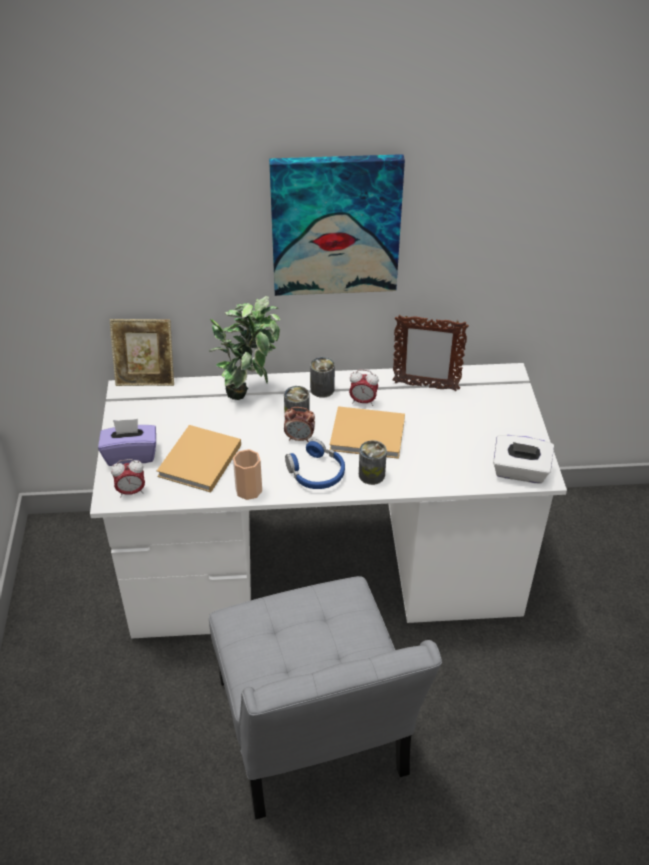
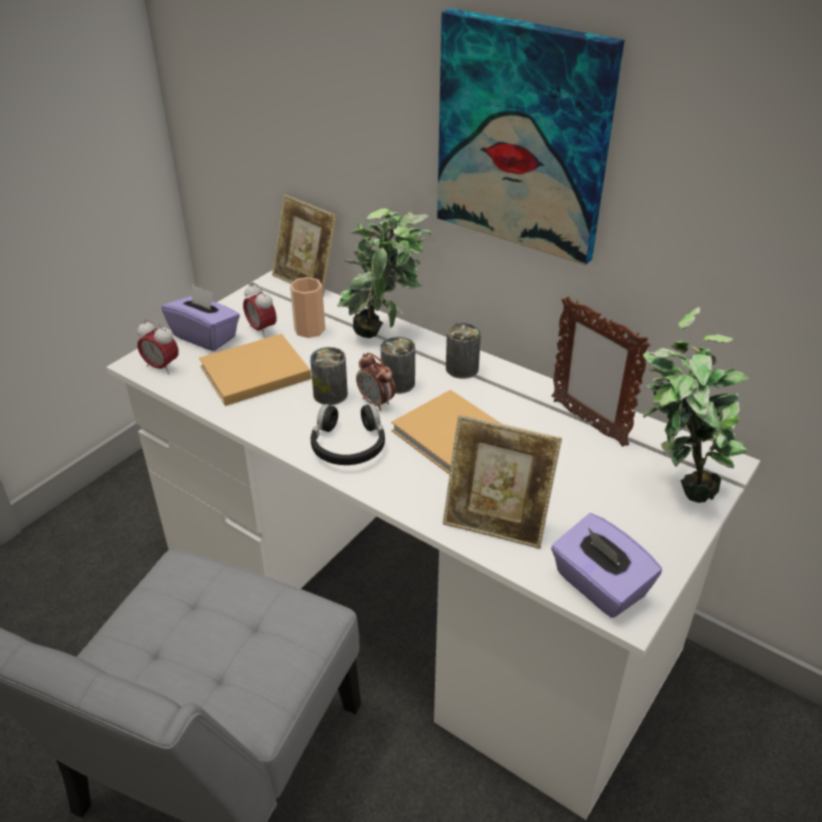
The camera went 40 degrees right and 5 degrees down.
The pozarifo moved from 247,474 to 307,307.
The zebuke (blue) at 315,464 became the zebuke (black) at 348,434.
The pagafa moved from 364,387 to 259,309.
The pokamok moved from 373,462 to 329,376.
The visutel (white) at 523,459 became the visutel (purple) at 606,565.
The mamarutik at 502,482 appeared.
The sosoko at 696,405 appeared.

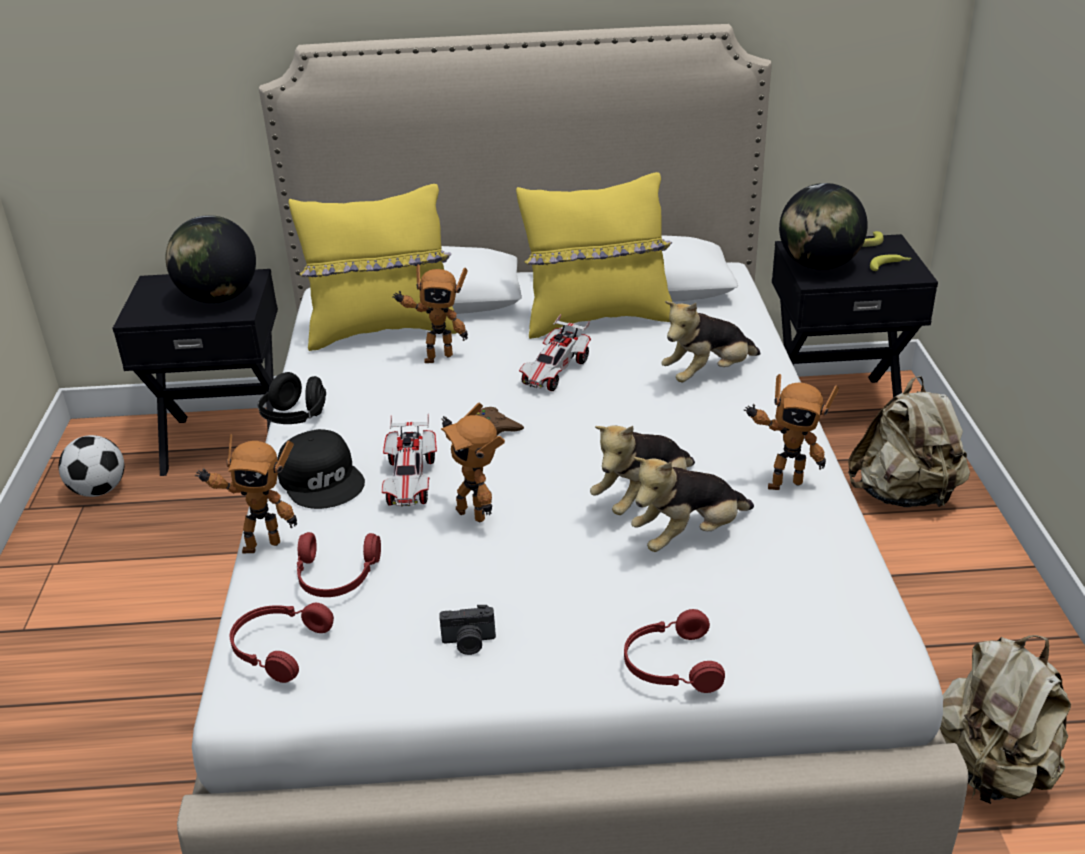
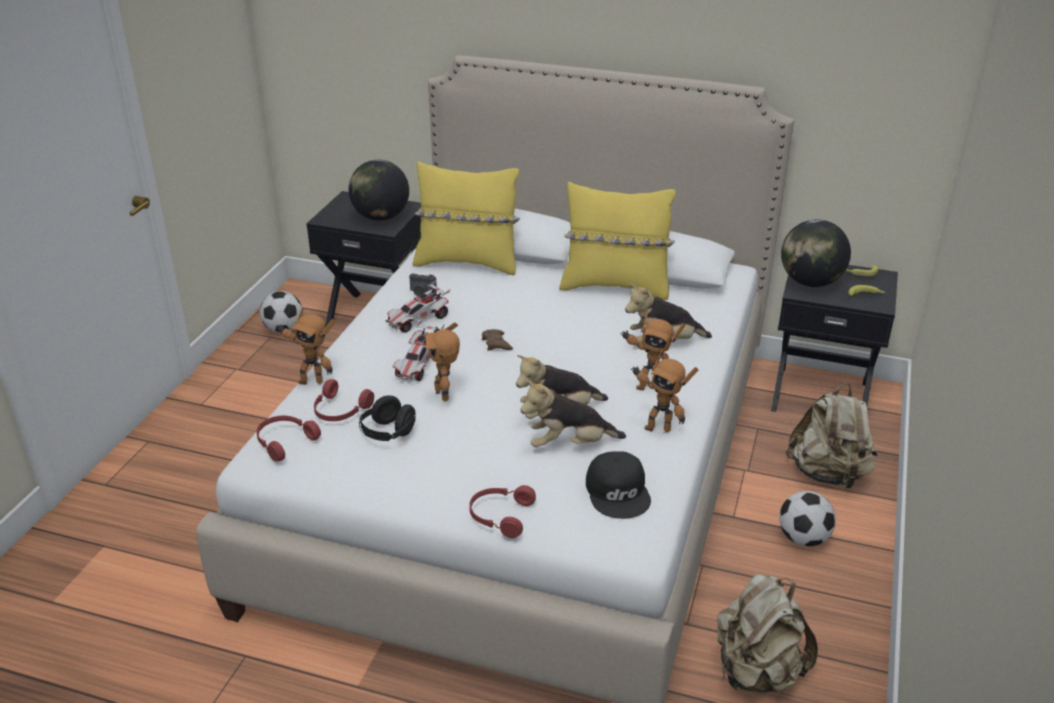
The camera went 20 degrees right and 0 degrees up.
The zebuke (black) moved from 291,398 to 387,418.
The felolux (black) moved from 321,469 to 618,485.
The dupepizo moved from 430,313 to 653,351.
The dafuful moved from 467,630 to 423,284.
The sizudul moved from 555,352 to 418,306.
The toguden at 807,518 appeared.

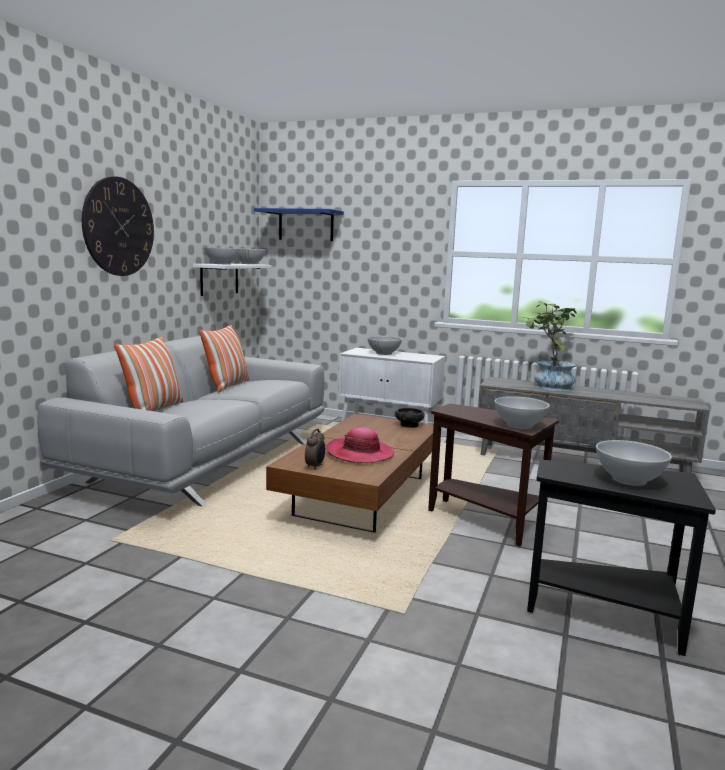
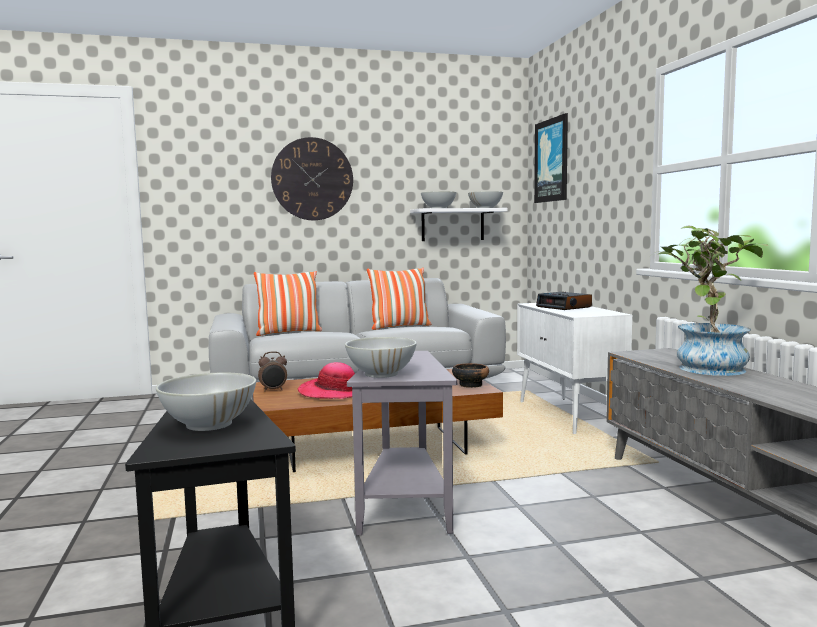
The camera went 55 degrees right and 5 degrees down.
The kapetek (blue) at 299,224 was replaced by the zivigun at 551,158.
The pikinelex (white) at 384,345 was replaced by the pagafa at 564,300.
The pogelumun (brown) at 493,475 became the pogelumun (grey) at 402,443.

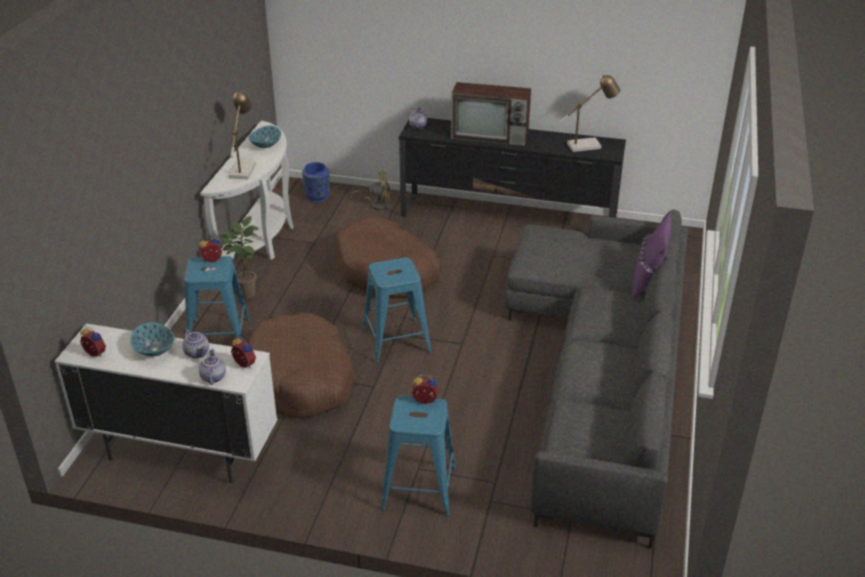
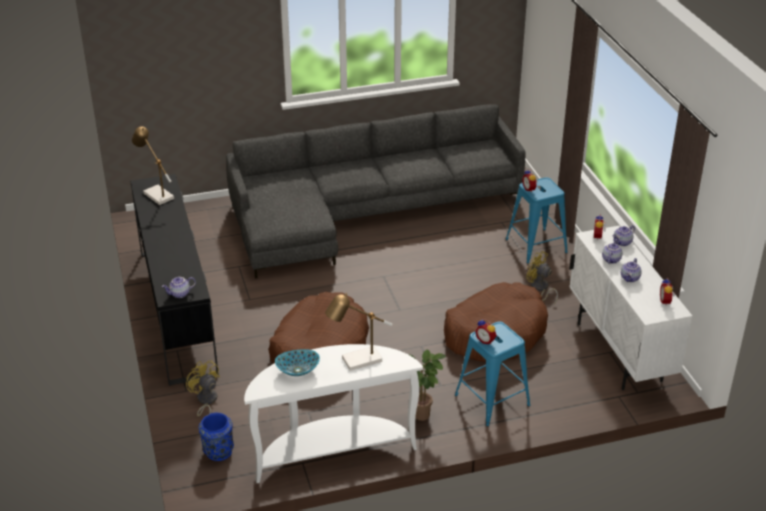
The camera went 120 degrees left and 0 degrees up.
The pikinelex at 152,339 was replaced by the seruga at 631,270.
The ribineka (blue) at 396,310 disappeared.
The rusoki at 491,114 disappeared.
The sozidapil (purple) at 651,255 disappeared.
The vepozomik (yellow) at 542,278 appeared.

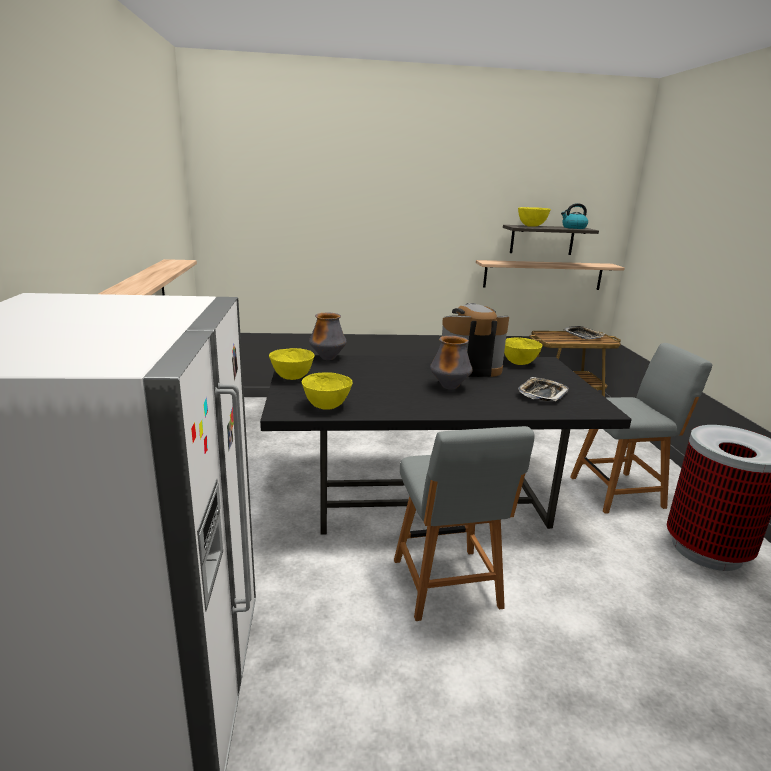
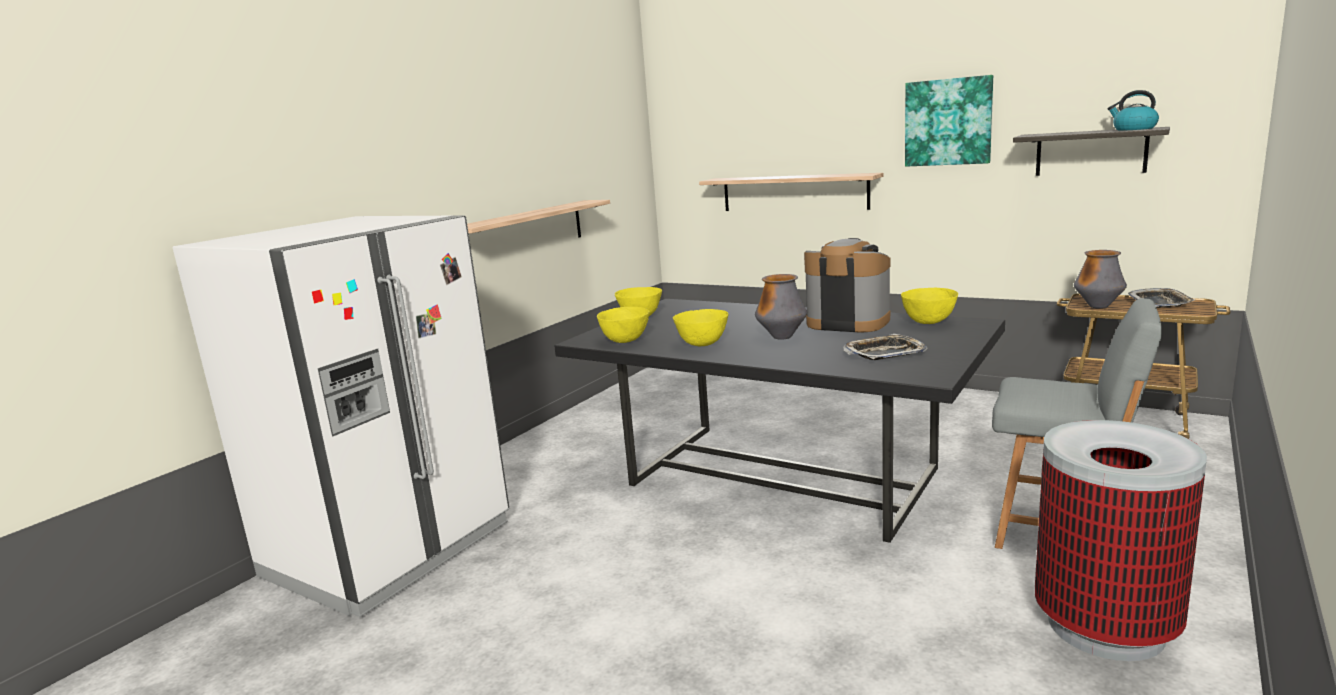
The camera went 40 degrees right and 5 degrees down.
The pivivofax moved from 328,336 to 1100,279.
The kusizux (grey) at 464,523 disappeared.
The kapetek moved from 550,275 to 791,192.
The pikinelex (yellow) moved from 534,217 to 700,327.
The zivigun at 949,121 appeared.

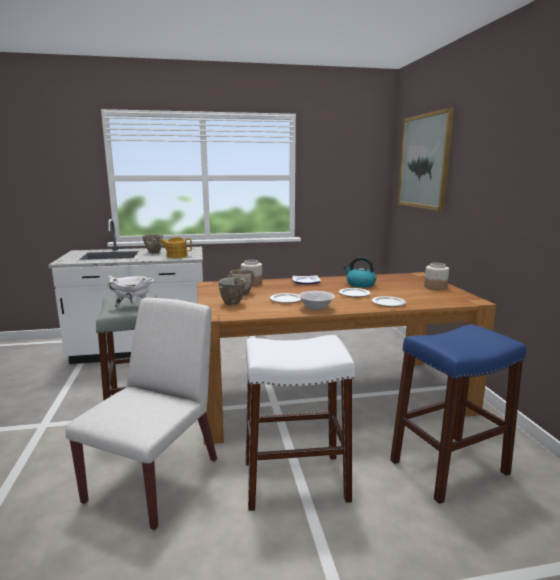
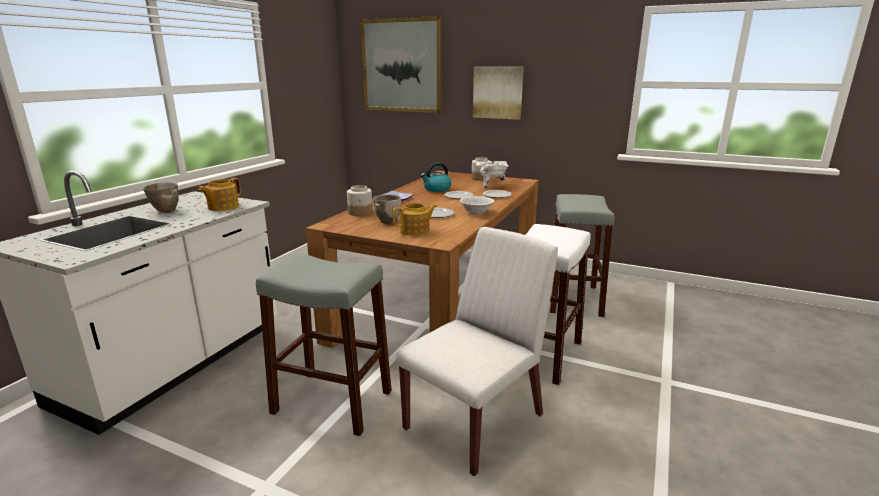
The camera went 55 degrees left and 5 degrees up.
The kusizux (white) at 141,414 turned 75 degrees clockwise.
The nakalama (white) moved from 130,291 to 492,175.
The pikinelex at 231,291 was replaced by the seruga at 415,219.
The ribineka (blue) at 458,414 became the ribineka (grey) at 582,255.
The zivigun at 498,93 appeared.

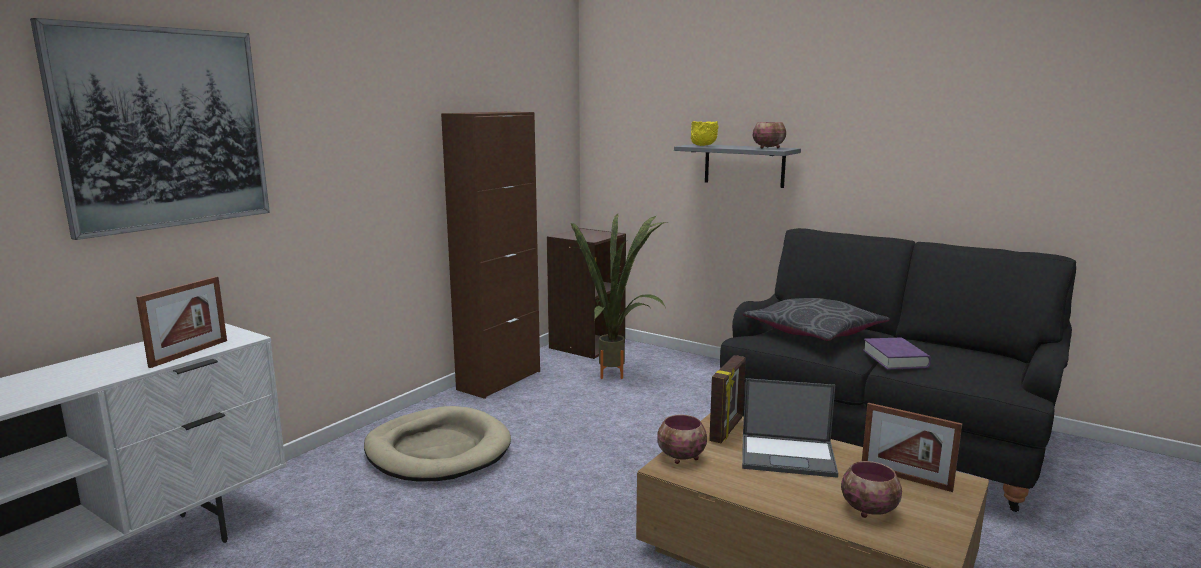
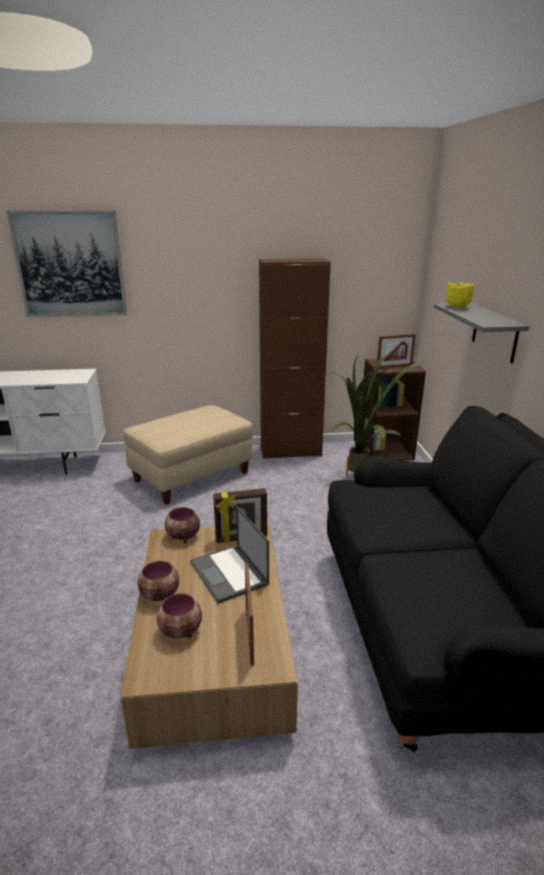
The camera went 50 degrees right and 10 degrees up.
The mamarutik moved from 181,322 to 396,351.
The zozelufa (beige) at 437,443 was replaced by the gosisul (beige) at 188,455.
The sozidapil (grey) at 816,319 disappeared.
The pikinelex moved from 769,135 to 158,581.
The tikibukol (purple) at 897,354 disappeared.

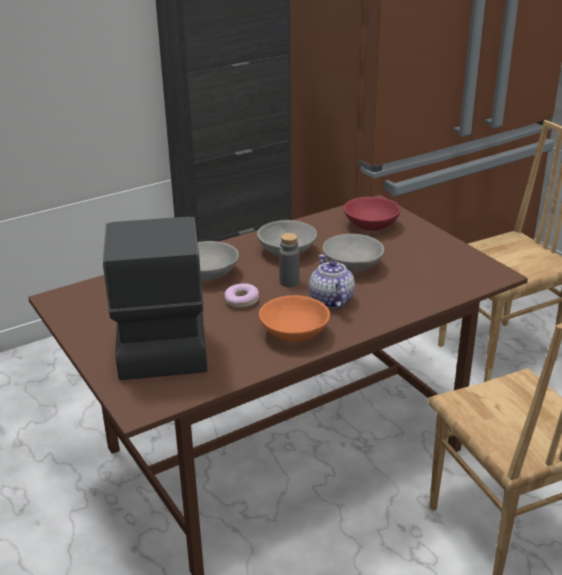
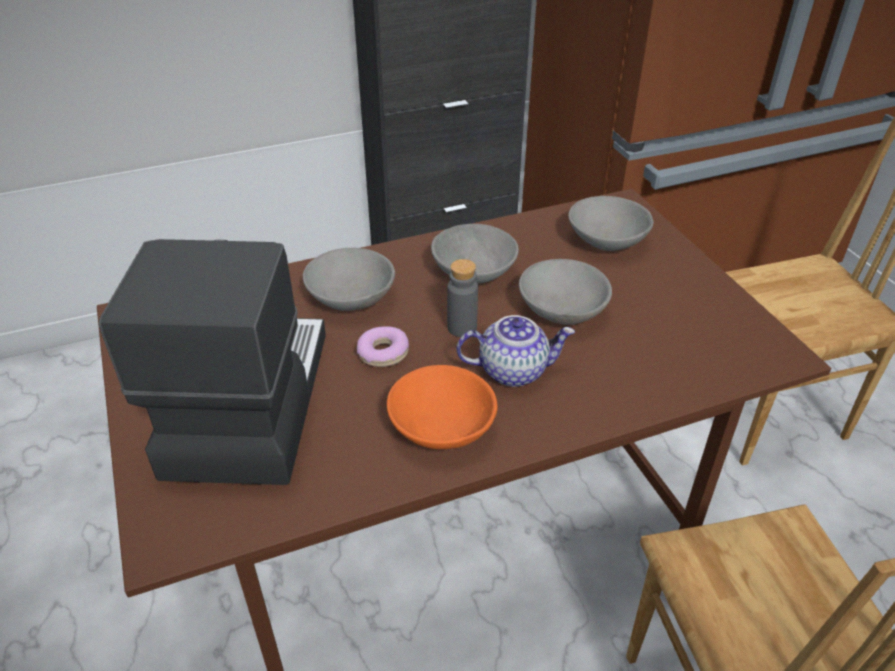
The camera went 10 degrees right and 10 degrees up.
The seruga at 332,281 turned 90 degrees clockwise.
The pikinelex (red) at 372,214 became the pikinelex (grey) at 611,223.

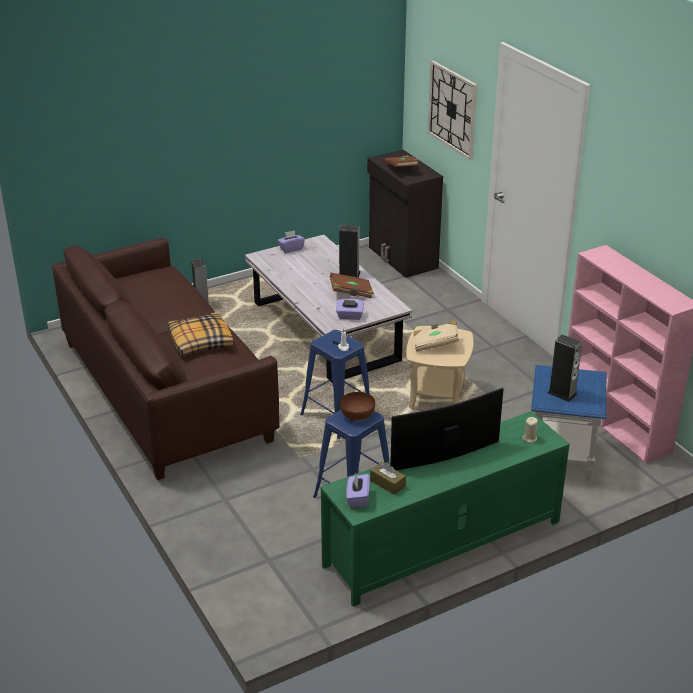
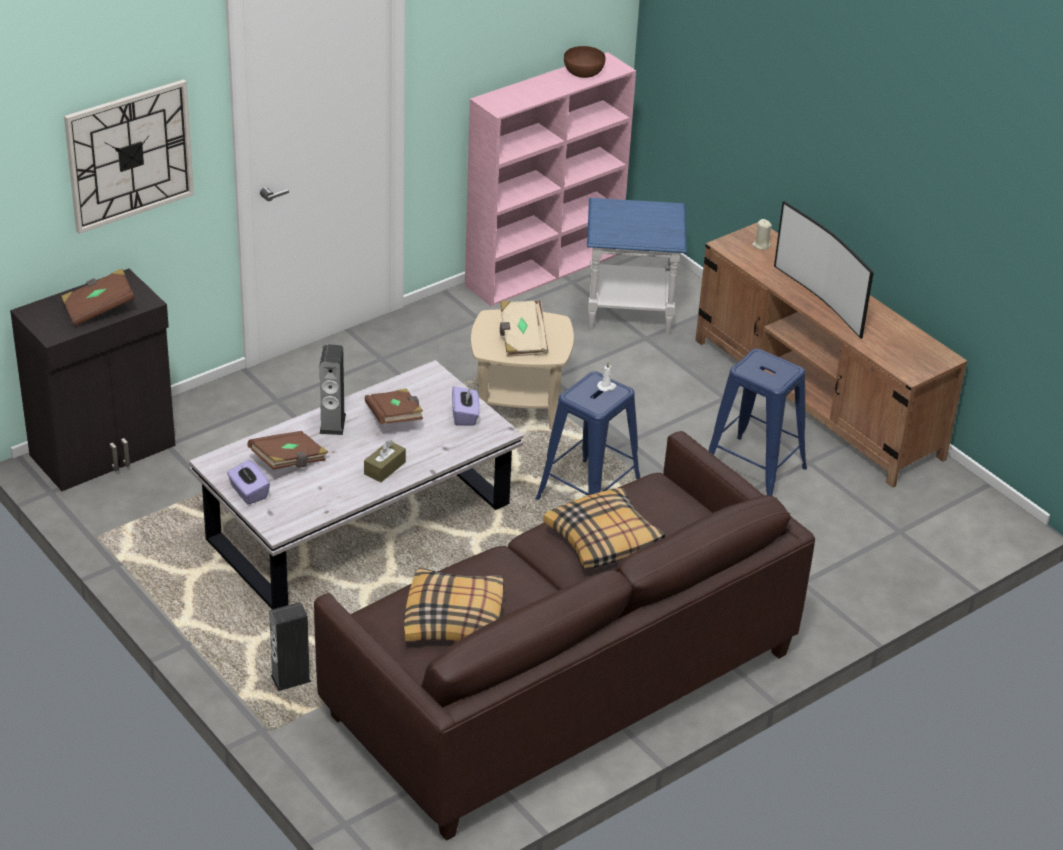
The camera went 100 degrees left and 5 degrees up.
The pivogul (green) at 445,509 became the pivogul (brown) at 831,355.
The pikinelex (brown) moved from 357,406 to 585,62.
The visutel (purple) at 358,490 disappeared.
The visutel (brown) moved from 388,478 to 385,461.
The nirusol at 565,368 disappeared.
The tikibukol (brown) at 288,450 appeared.
The sozidapil at 453,604 appeared.

